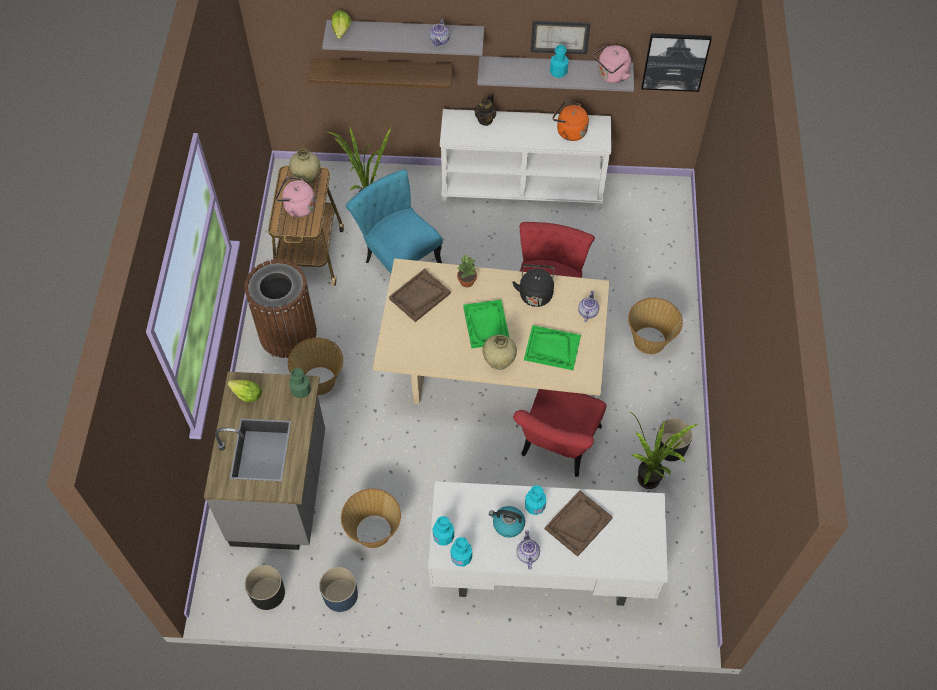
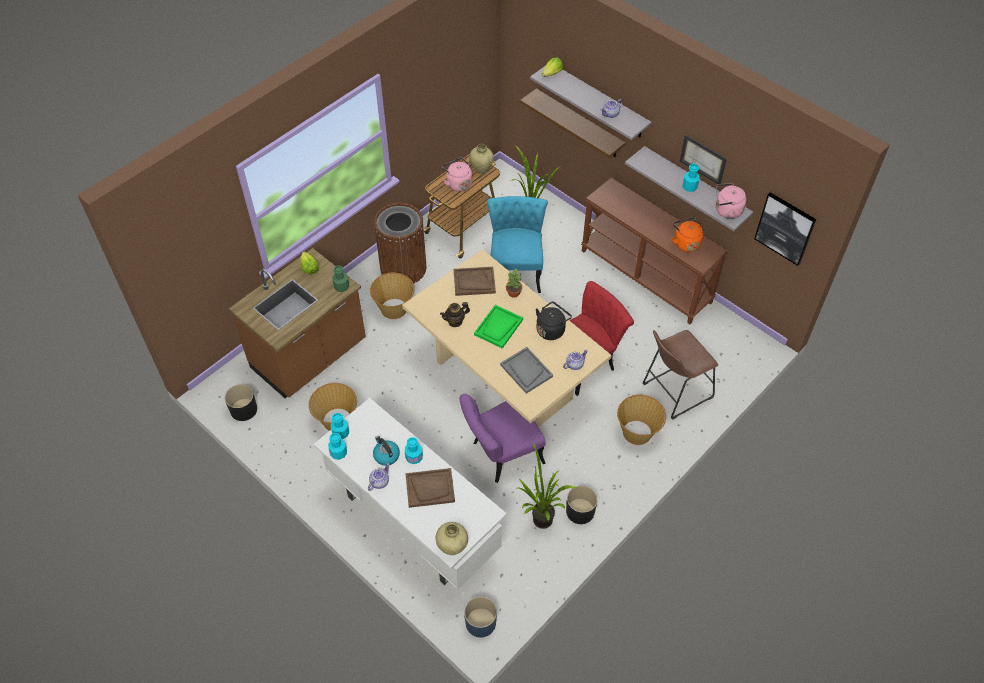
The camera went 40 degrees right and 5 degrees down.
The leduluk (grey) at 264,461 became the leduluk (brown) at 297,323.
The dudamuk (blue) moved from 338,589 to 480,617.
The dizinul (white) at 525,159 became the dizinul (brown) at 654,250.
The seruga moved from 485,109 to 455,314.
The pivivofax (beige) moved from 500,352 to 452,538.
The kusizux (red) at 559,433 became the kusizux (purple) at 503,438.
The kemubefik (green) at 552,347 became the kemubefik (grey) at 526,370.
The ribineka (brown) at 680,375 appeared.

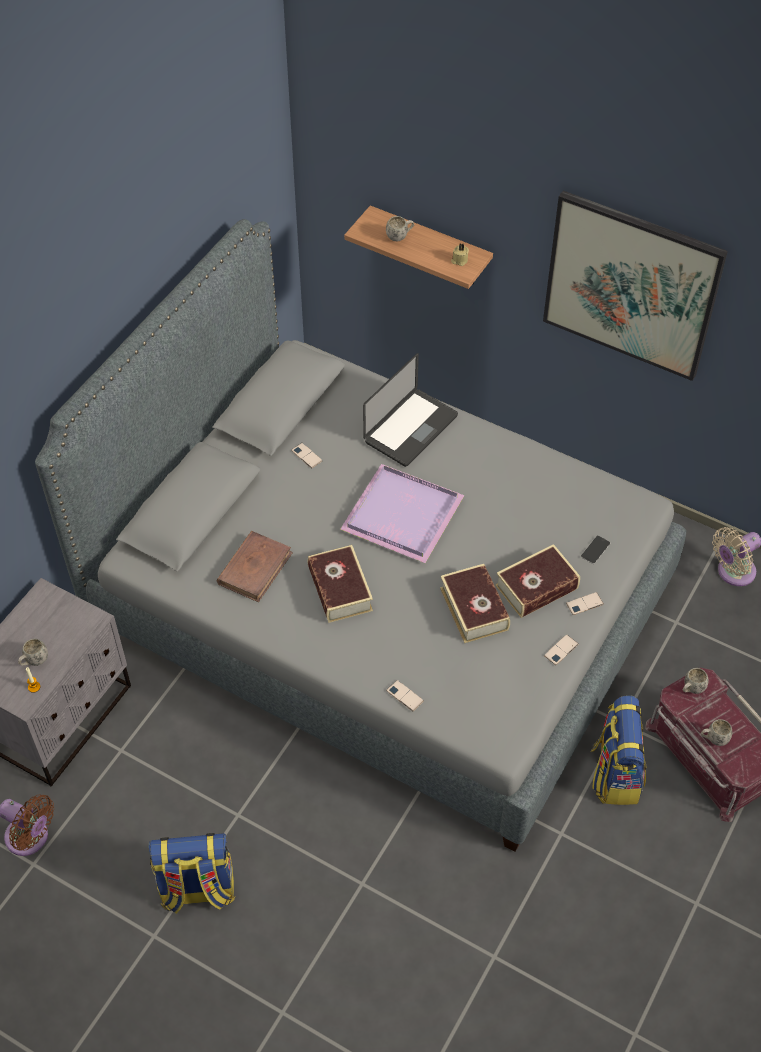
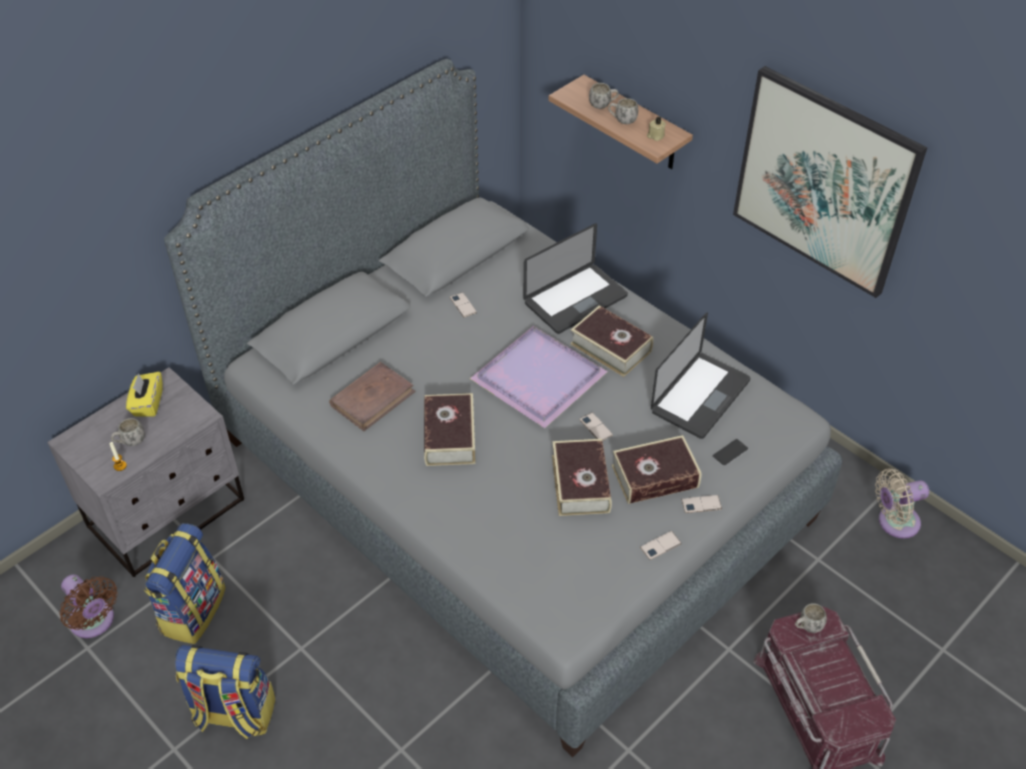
The camera went 15 degrees right and 5 degrees down.
The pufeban moved from 405,695 to 596,426.
The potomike moved from 618,750 to 185,583.
The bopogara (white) moved from 716,732 to 623,111.
The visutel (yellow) at 144,394 appeared.
The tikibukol at 611,341 appeared.
The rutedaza at 700,375 appeared.

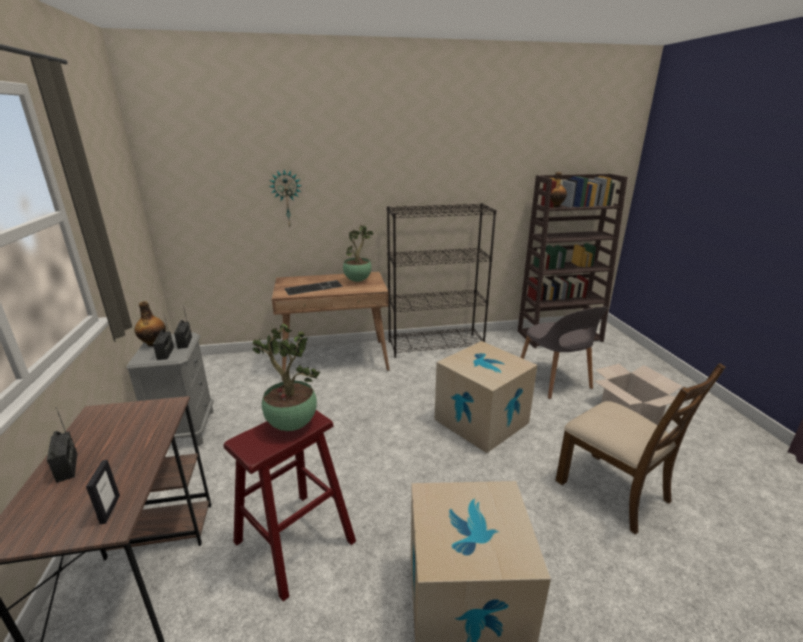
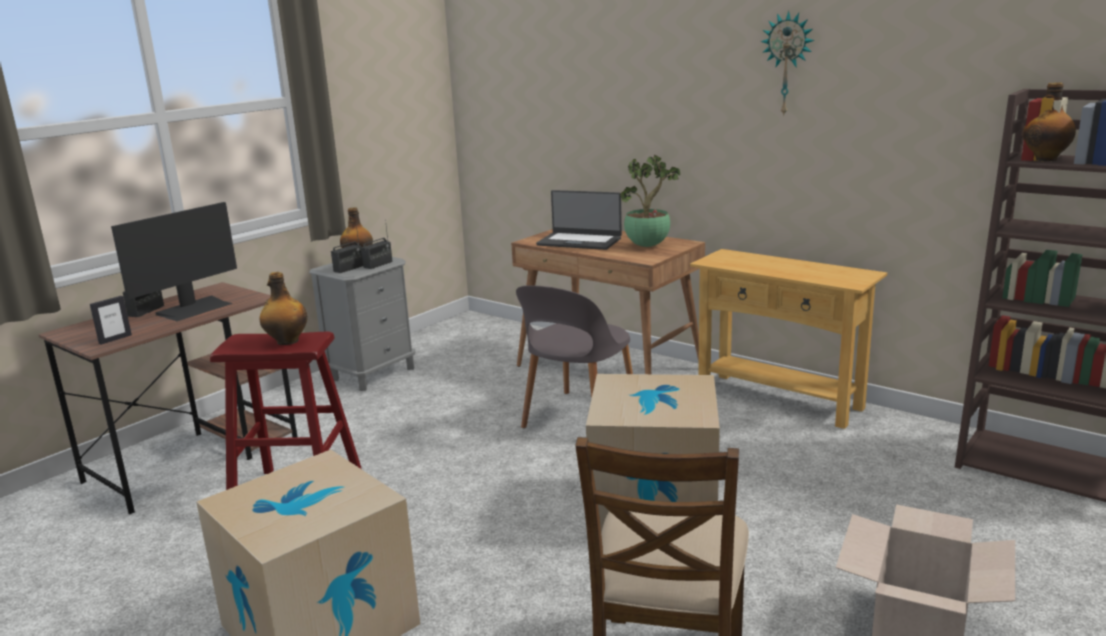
The camera went 50 degrees right and 5 degrees down.
The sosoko at 286,377 was replaced by the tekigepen at 283,308.
The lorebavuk moved from 285,198 to 787,64.
The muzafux at 313,287 was replaced by the rutedaza at 579,220.
The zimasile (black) at 441,280 was replaced by the dizinul (beige) at 788,339.
The kusizux (grey) moved from 564,353 to 574,356.
The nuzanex at 174,261 appeared.

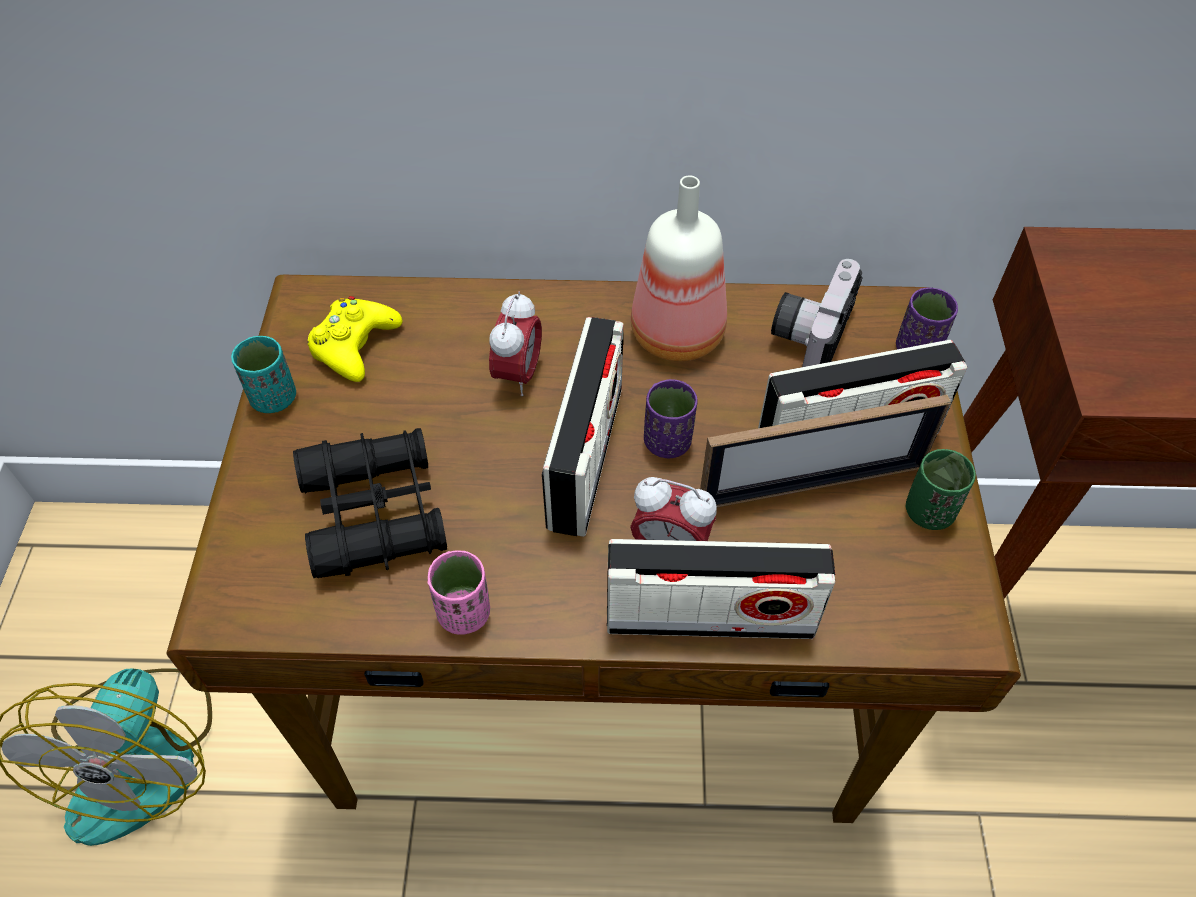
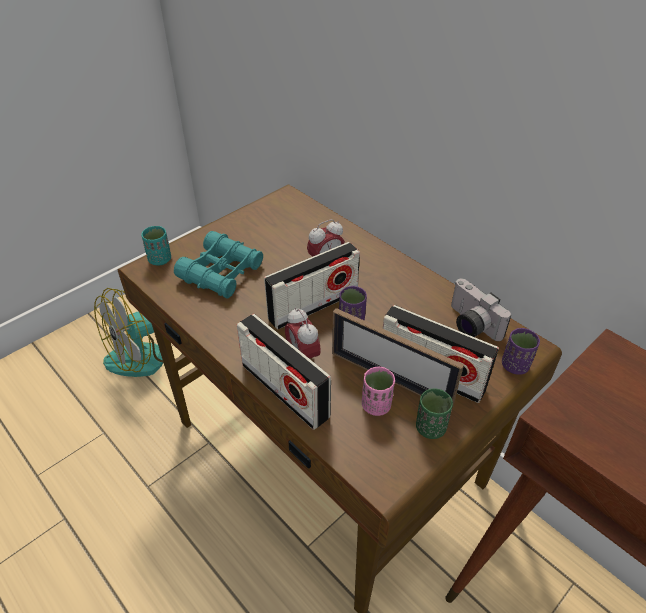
The camera went 45 degrees right and 10 degrees down.
The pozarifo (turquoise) moved from 263,374 to 156,246.
The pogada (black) at 370,503 became the pogada (turquoise) at 218,264.
The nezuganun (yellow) at 355,339 disappeared.
The pozarifo (pink) moved from 459,593 to 378,391.
The tekigepen at 679,268 disappeared.
The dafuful at 817,313 turned 105 degrees counterclockwise.

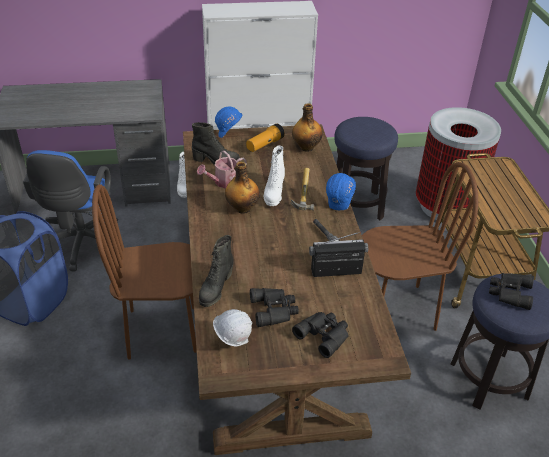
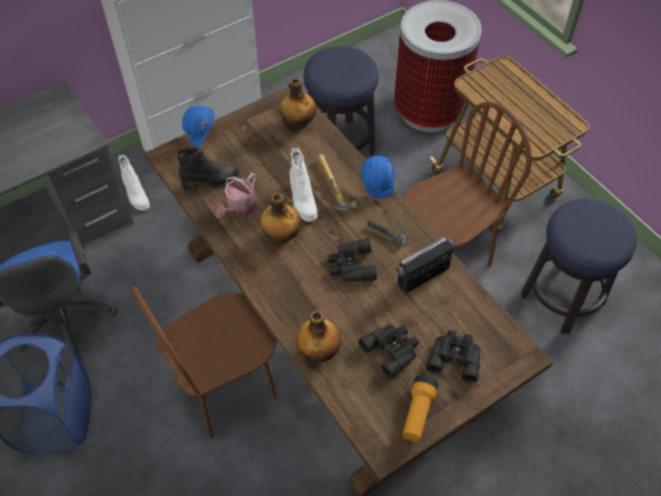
The camera went 25 degrees left and 15 degrees up.
The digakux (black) at 216,271 was replaced by the tekigepen at 318,337.
The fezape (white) at 232,328 disappeared.
The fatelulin moved from 265,138 to 420,408.
The pogada (black) moved from 511,291 to 352,259.

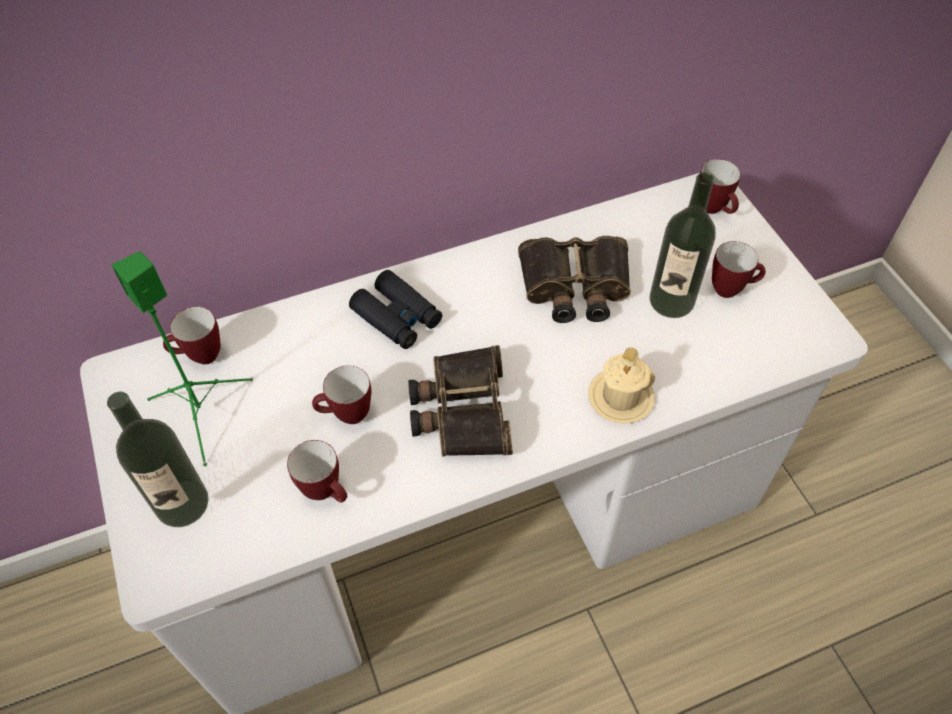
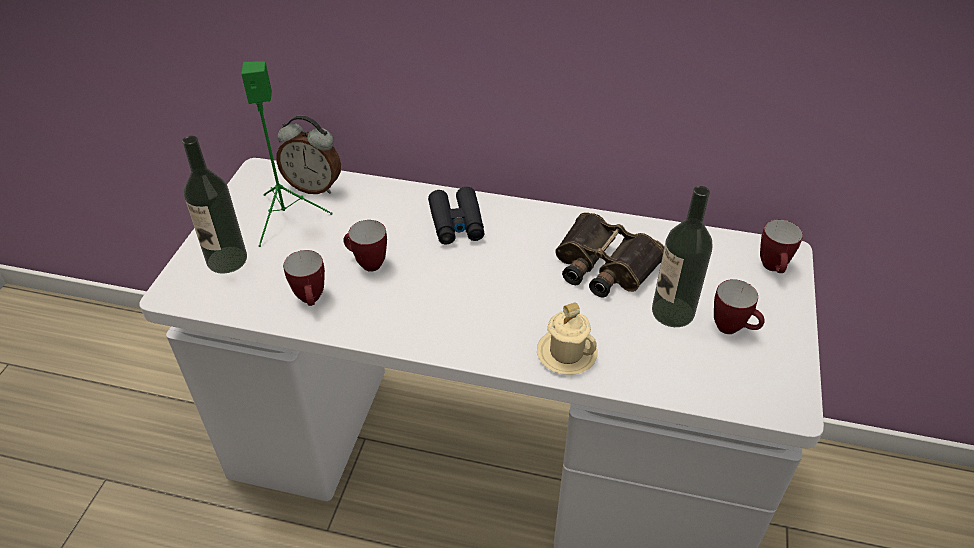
The camera went 35 degrees right and 10 degrees down.
The bopogara at 192,335 was replaced by the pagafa at 308,154.
The pogada at 460,401 disappeared.

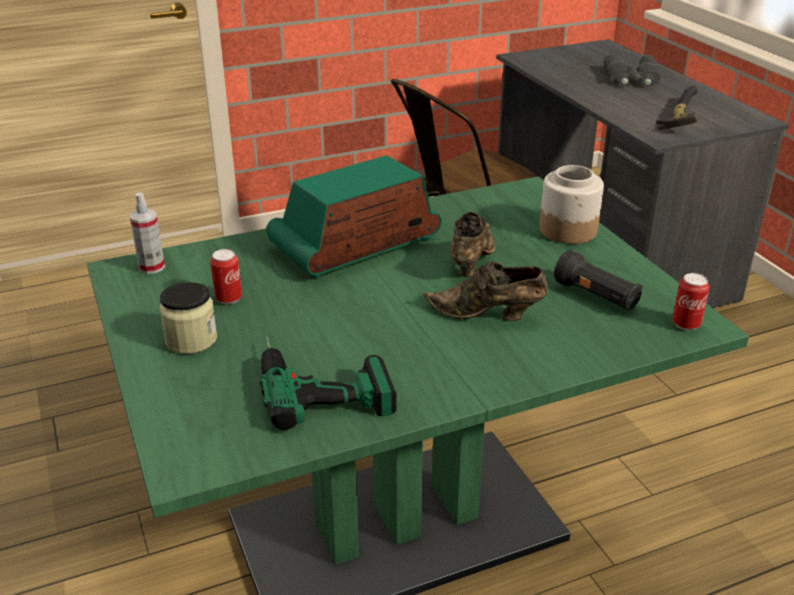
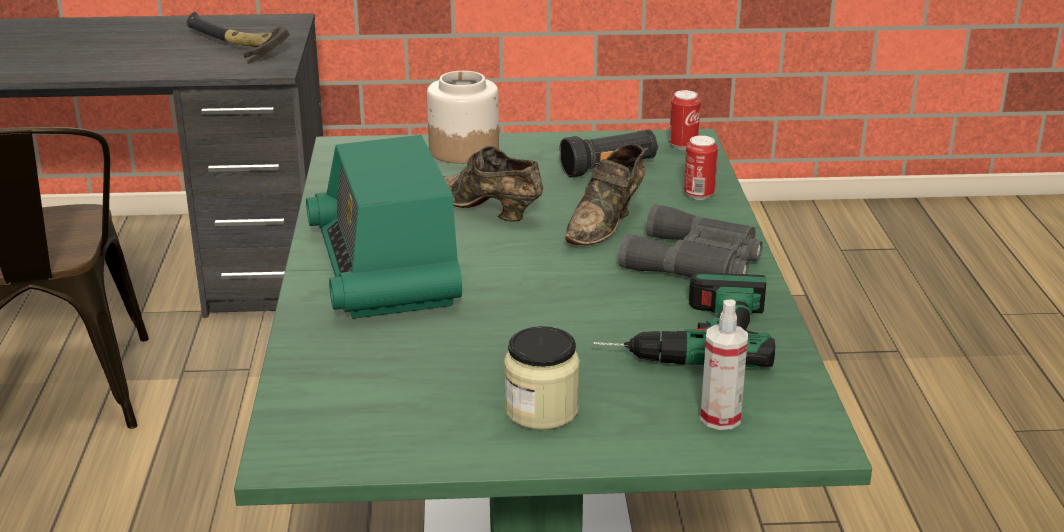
The camera went 70 degrees left and 5 degrees down.
The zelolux moved from 147,233 to 724,365.
The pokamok moved from 226,277 to 701,167.
The pogada (grey) moved from 632,70 to 690,240.

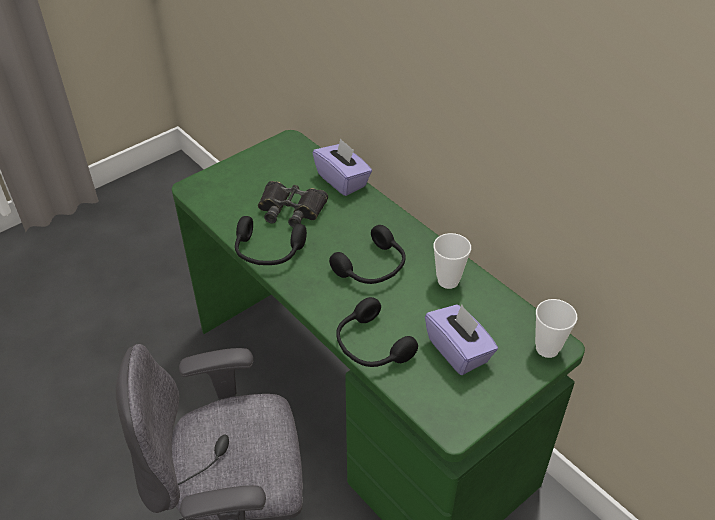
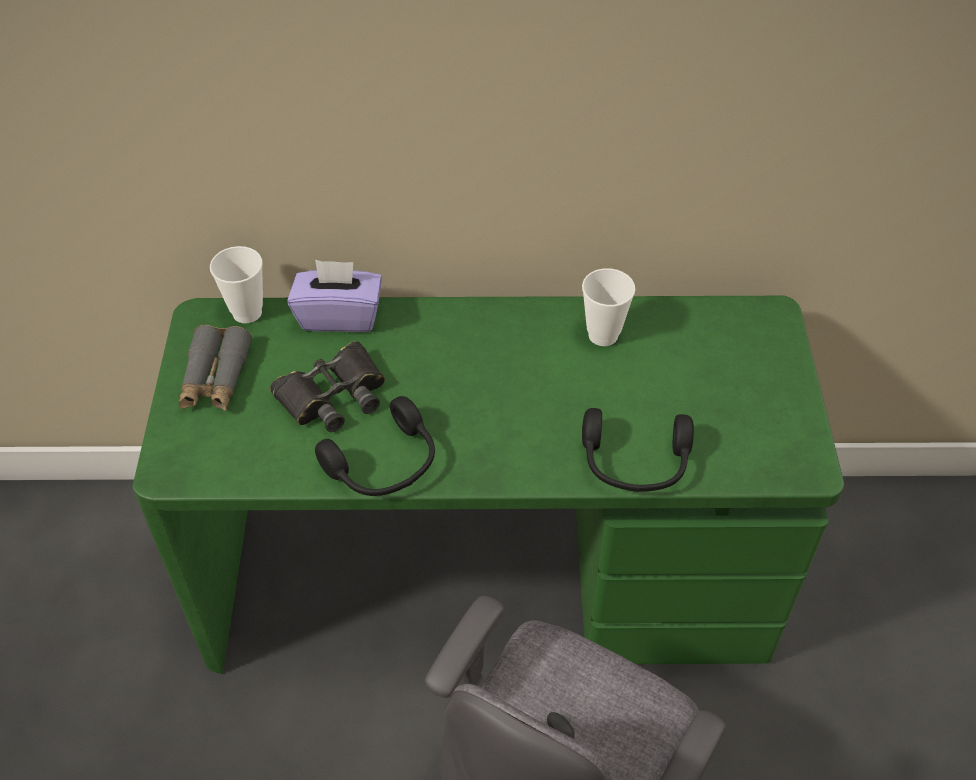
The camera went 50 degrees left and 5 degrees up.
The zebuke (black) at 367,254 disappeared.
The visutel (purple) at 461,339 disappeared.
The pozarifo moved from 556,328 to 236,284.
The pogada (grey) at 215,368 appeared.

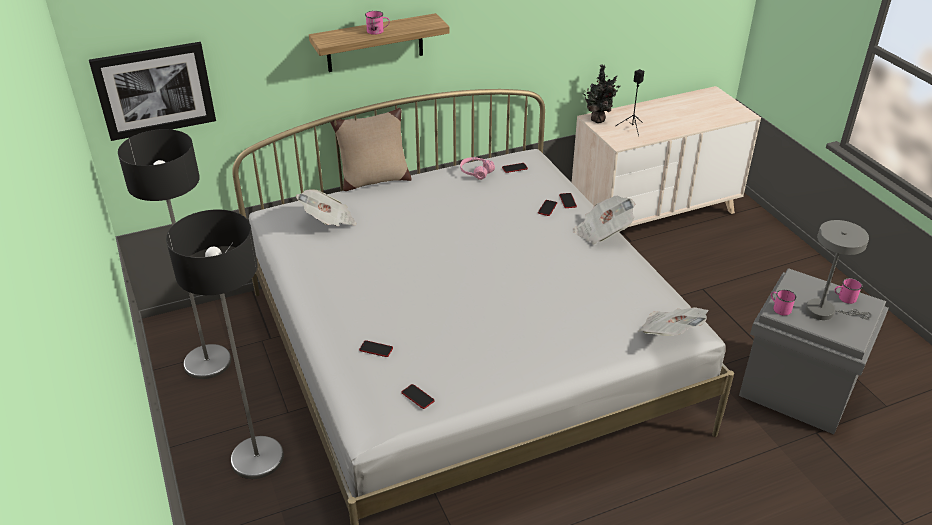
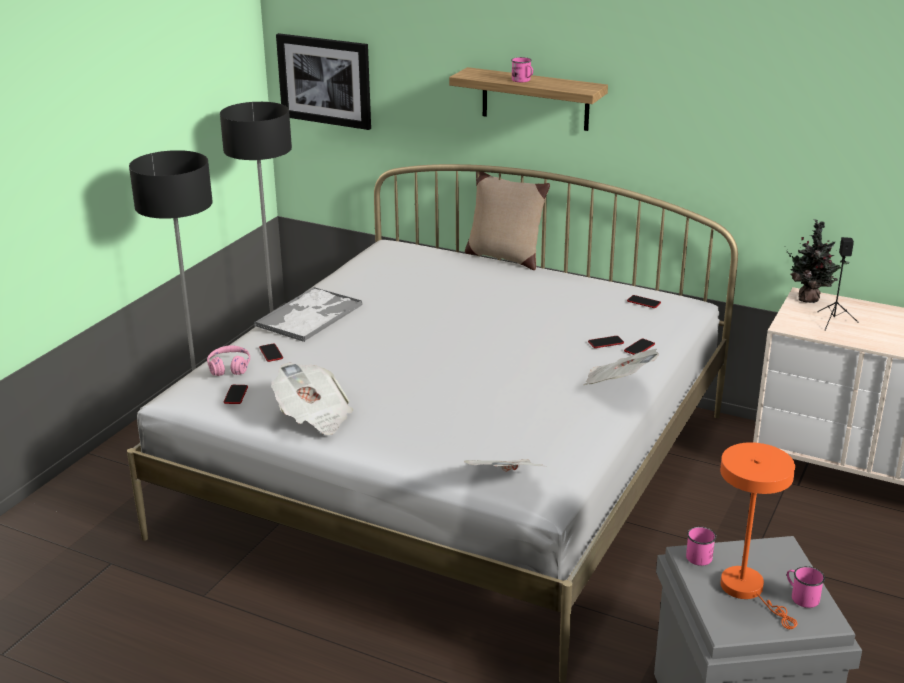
The camera went 50 degrees right and 10 degrees down.
The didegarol moved from 326,207 to 312,398.
The zebuke (pink) moved from 477,168 to 228,360.
The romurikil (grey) at 838,270 became the romurikil (orange) at 758,535.
The kemubefik at 308,314 appeared.

